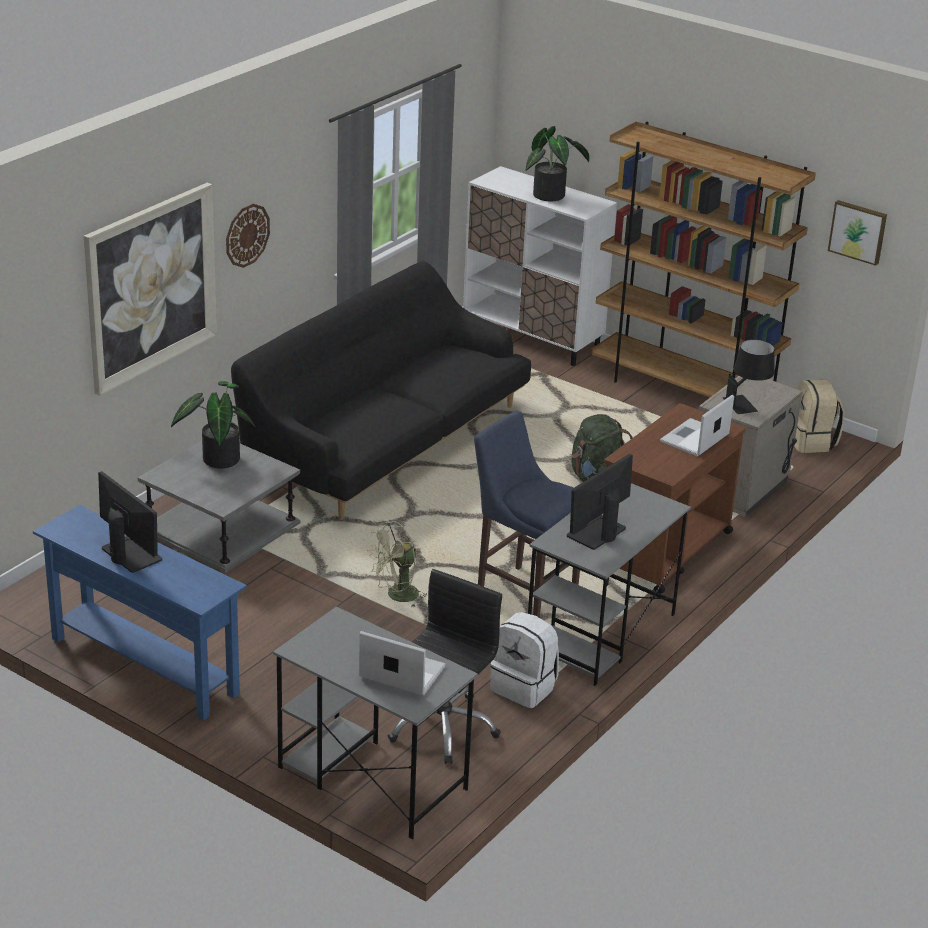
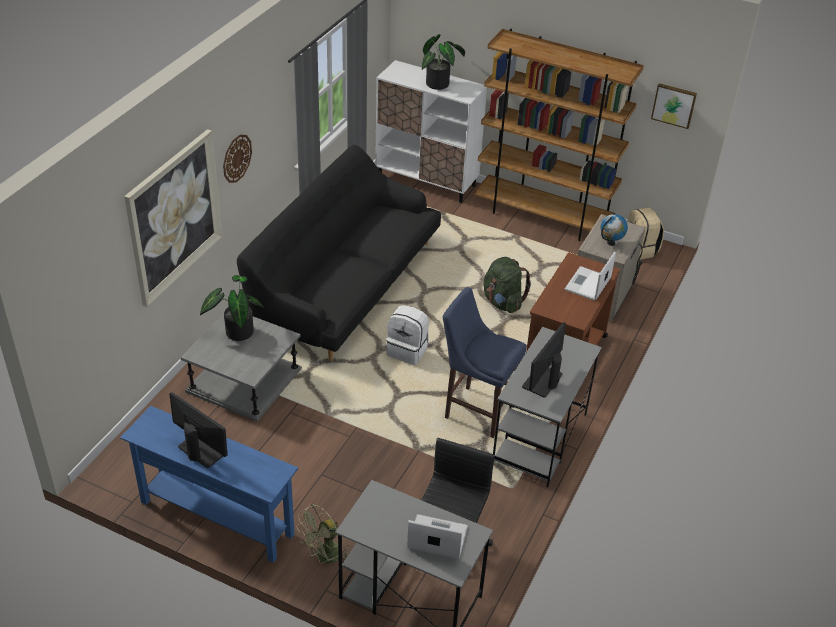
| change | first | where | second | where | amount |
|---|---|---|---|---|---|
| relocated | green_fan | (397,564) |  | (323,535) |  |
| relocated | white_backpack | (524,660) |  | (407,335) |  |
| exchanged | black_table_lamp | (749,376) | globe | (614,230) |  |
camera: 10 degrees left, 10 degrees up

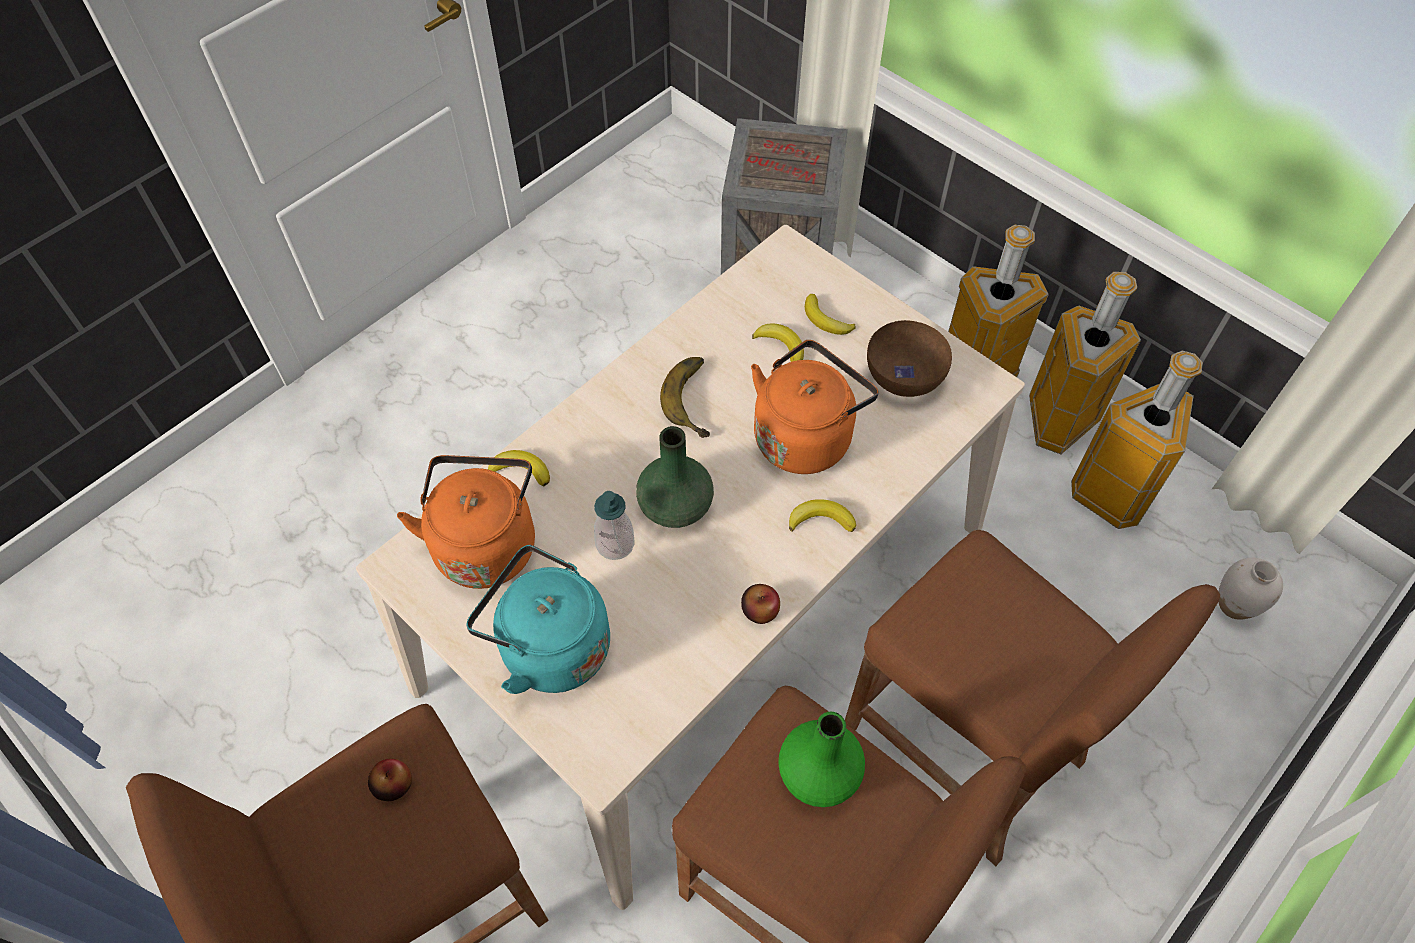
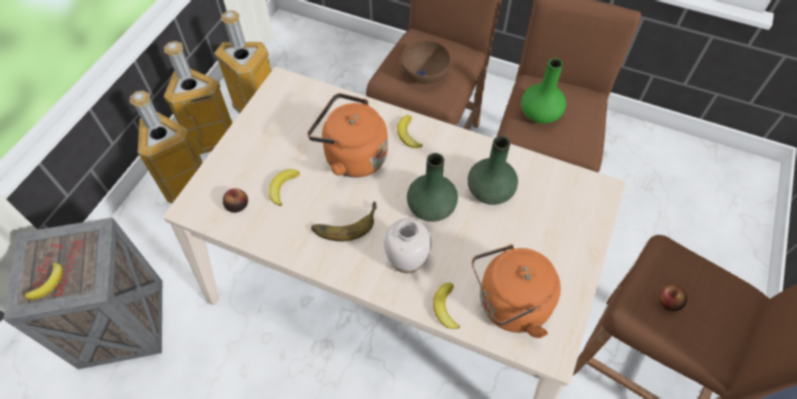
| change | first | where | second | where | amount |
|---|---|---|---|---|---|
| missing | turquoise_kettle | (538,619) |  |  |  |
| missing | soap_dispenser | (614,525) |  |  |  |
| relocated | apple | (760,604) |  | (235,200) |  |
| relocated | banana | (830,314) |  | (44,281) |  |
| relocated | brown_bowl | (909,358) |  | (425,62) |  |
| relocated | white_vase | (1251,589) |  | (407,245) |  |
| appeared |  |  | green_vase | (493,170) |  |
camera: 110 degrees left, 0 degrees up

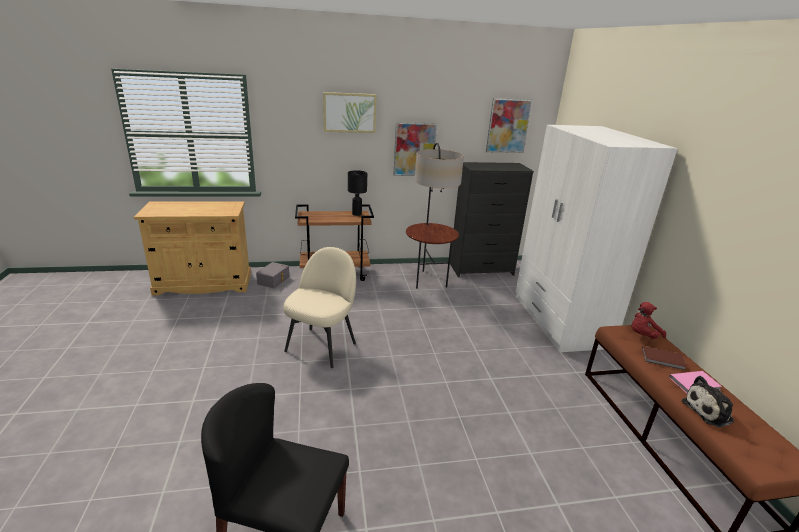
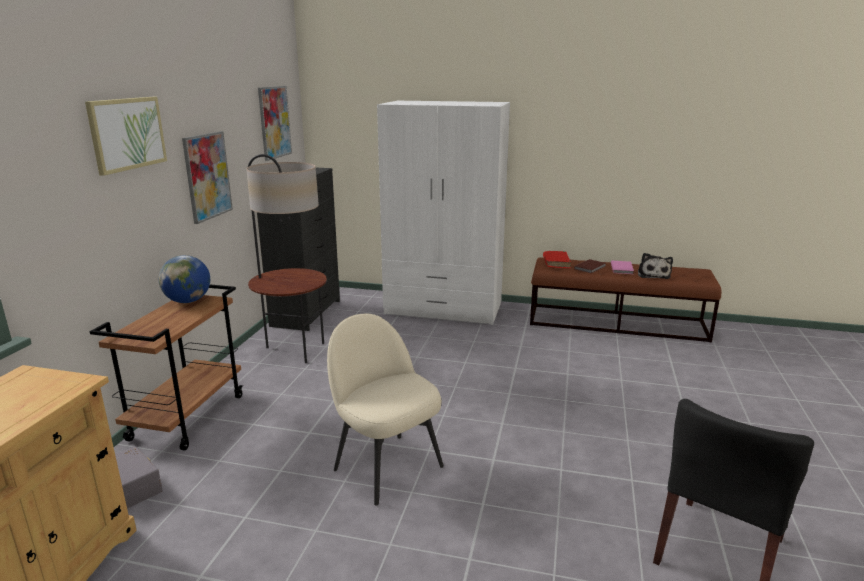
| change | first | where | second | where | amount |
|---|---|---|---|---|---|
| exchanged | black_table_lamp | (357,193) | globe | (184,279) |  |
| exchanged | red_plush_toy | (648,320) | red_book | (557,259) |  |
camera: 65 degrees left, 5 degrees down

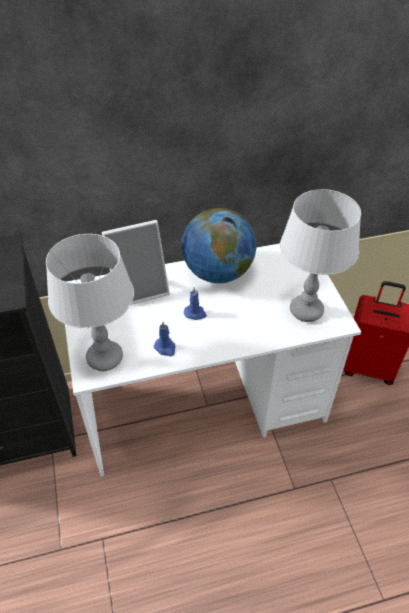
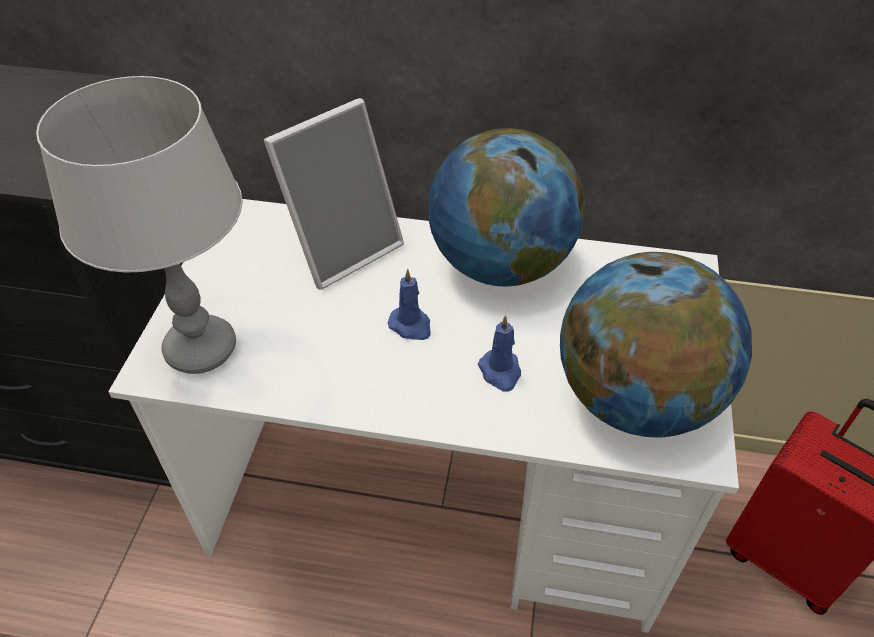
| change | first | where | second | where | amount |
|---|---|---|---|---|---|
| spun | picture_frame | (136,262) |  | (334,194) | 45 degrees counterclockwise |
| relocated | blue_candle | (165,339) |  | (499,353) |  |
| exchanged | grey_table_lamp | (320,255) | globe | (656,345) |  |
camera: 25 degrees right, 0 degrees up

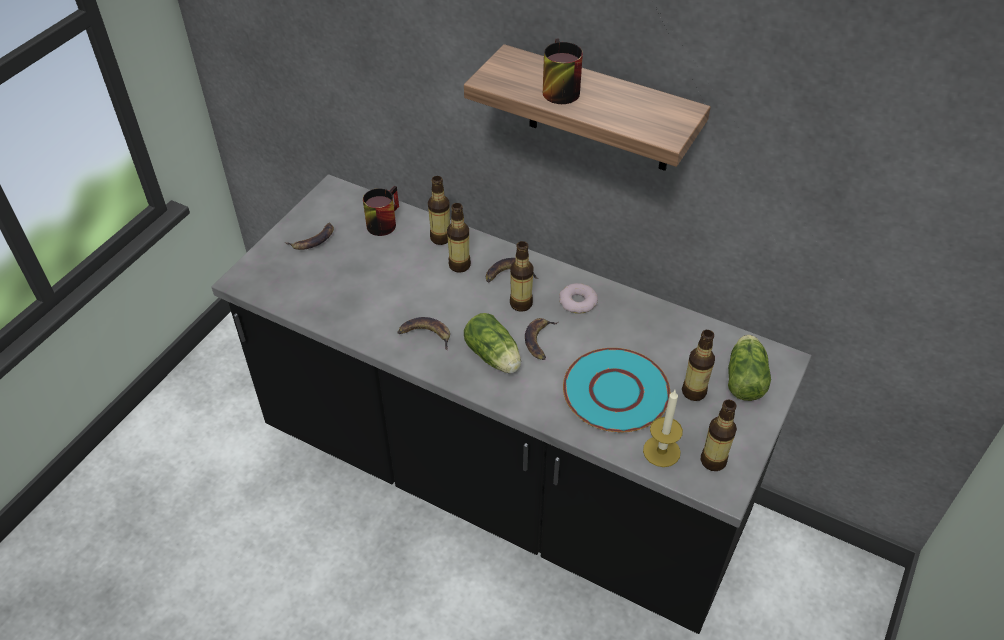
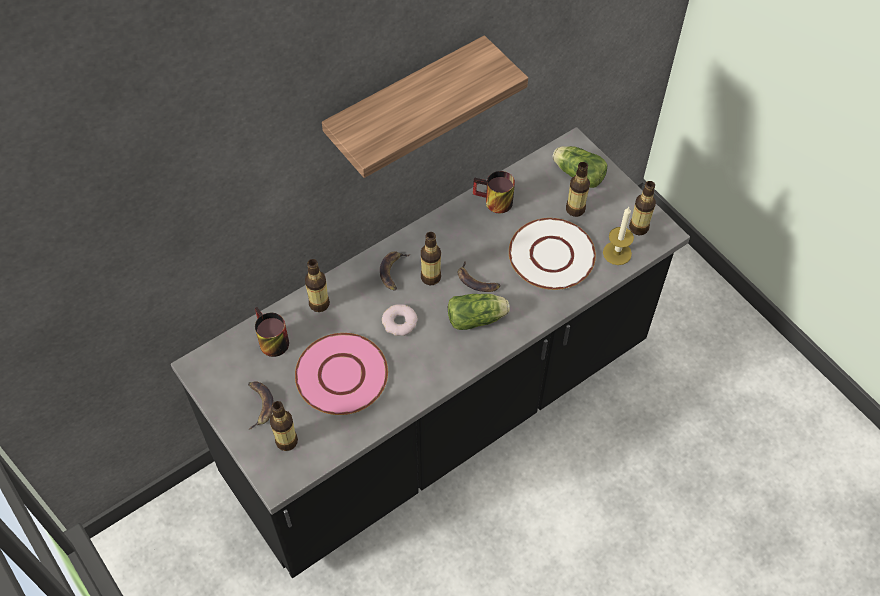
| change | first | where | second | where | amount |
|---|---|---|---|---|---|
| missing | banana | (424,333) |  |  |  |
| relocated | bottle | (459,238) |  | (284,426) |  |
| relocated | mug | (563,71) |  | (494,192) |  |
| relocated | donut | (578,298) |  | (399,320) |  |
| colour | turquoise_plate | (616,390) | white_plate | (552,254) |  |
| appeared |  |  | pink_plate | (341,374) |  |
camera: 65 degrees left, 10 degrees up

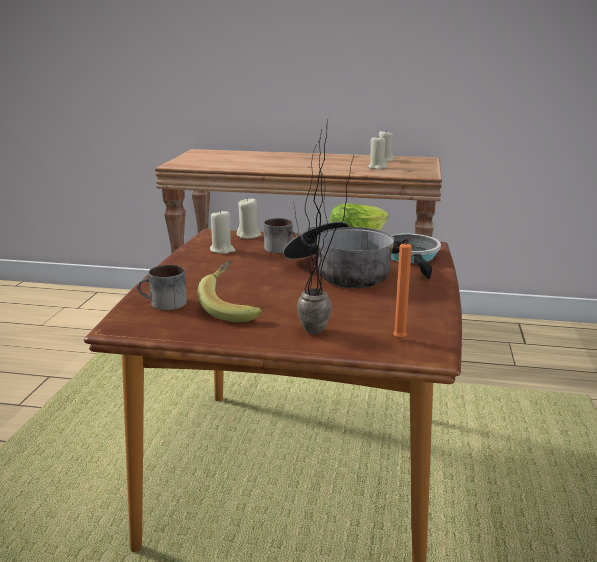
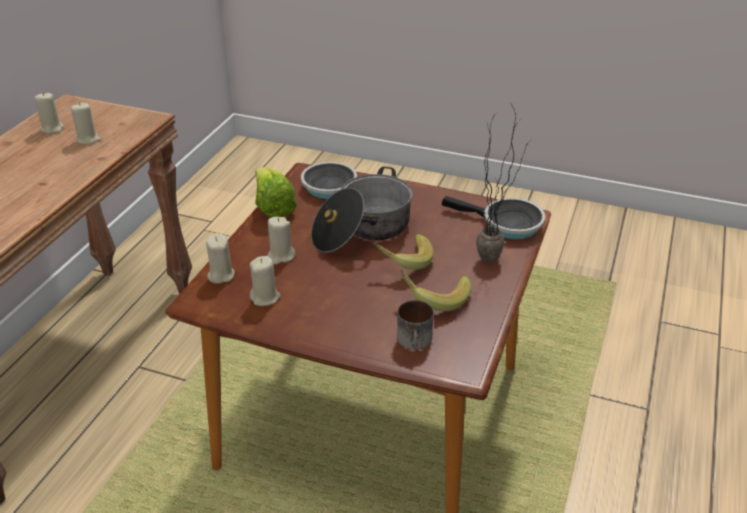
| change | first | where | second | where | amount |
|---|---|---|---|---|---|
| exchanged | mug | (280,235) | beige_candle | (281,240) |  |
| exchanged | orange_candle | (402,288) | frying_pan | (493,217) |  |
| appeared |  |  | banana | (403,252) |  |
camera: 80 degrees left, 15 degrees up

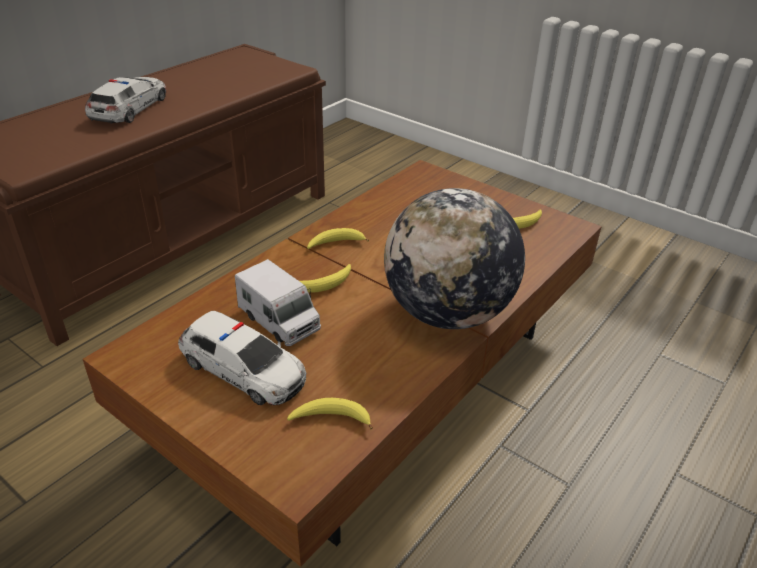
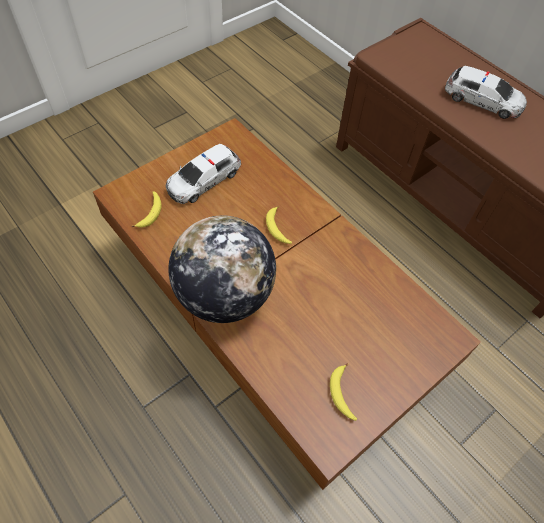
| change | first | where | second | where | amount |
|---|---|---|---|---|---|
| missing | toy_truck | (278,302) |  |  |  |
| missing | banana | (338,238) |  |  |  |
camera: 100 degrees right, 20 degrees up

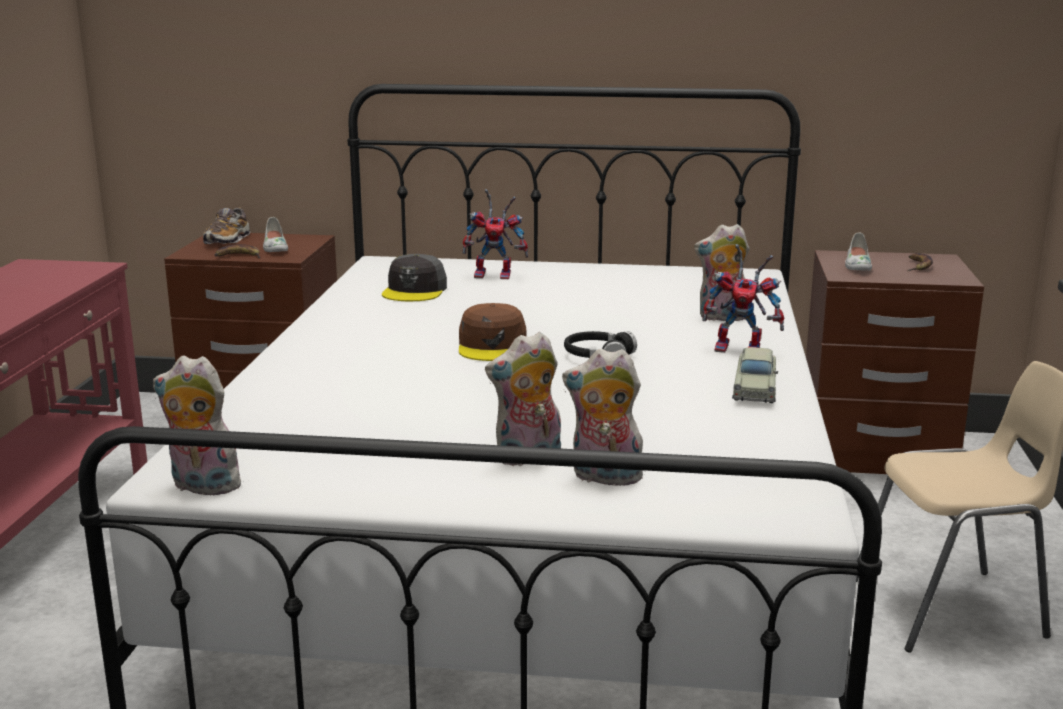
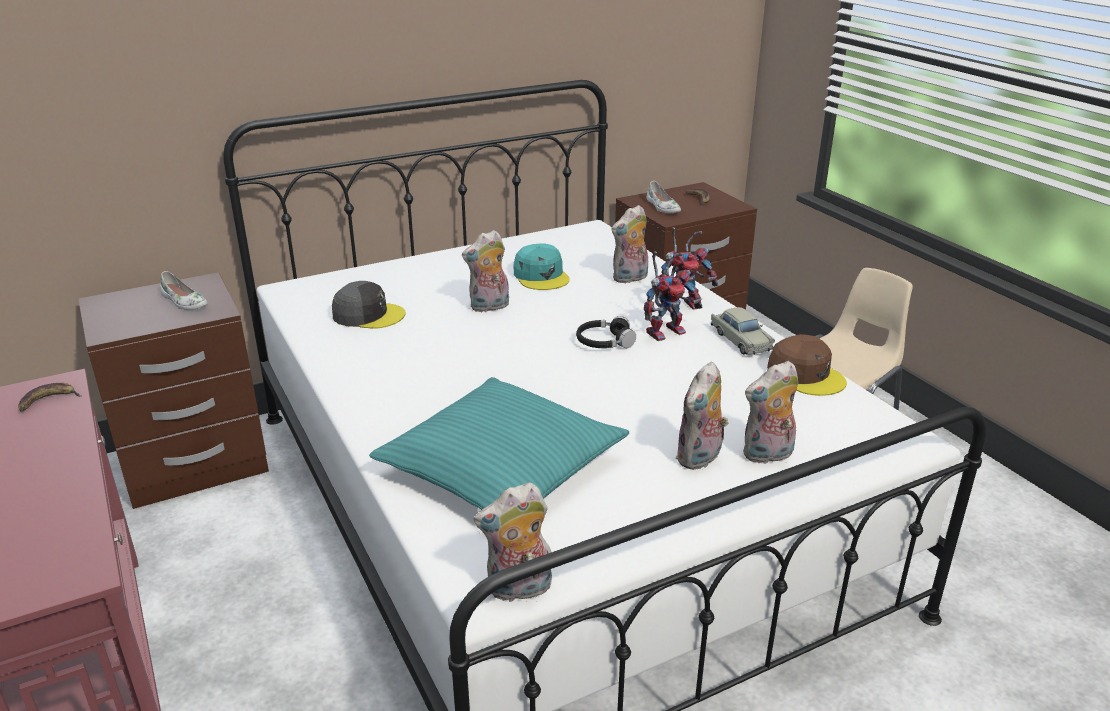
| change | first | where | second | where | amount |
|---|---|---|---|---|---|
| missing | shoe | (226,225) |  |  |  |
| relocated | banana | (237,251) |  | (50,397) |  |
| spun | grey_cap | (414,277) |  | (369,305) | 60 degrees counterclockwise |
| relocated | brown_cap | (492,332) |  | (807,365) |  |
| relocated | toy_robot | (495,234) |  | (673,296) |  |
| appeared |  |  | turquoise_pillow | (499,443) |  |
| appeared |  |  | plush_toy | (485,271) |  |
| appeared |  |  | turquoise_cap | (542,266) |  |
camera: 35 degrees left, 10 degrees up

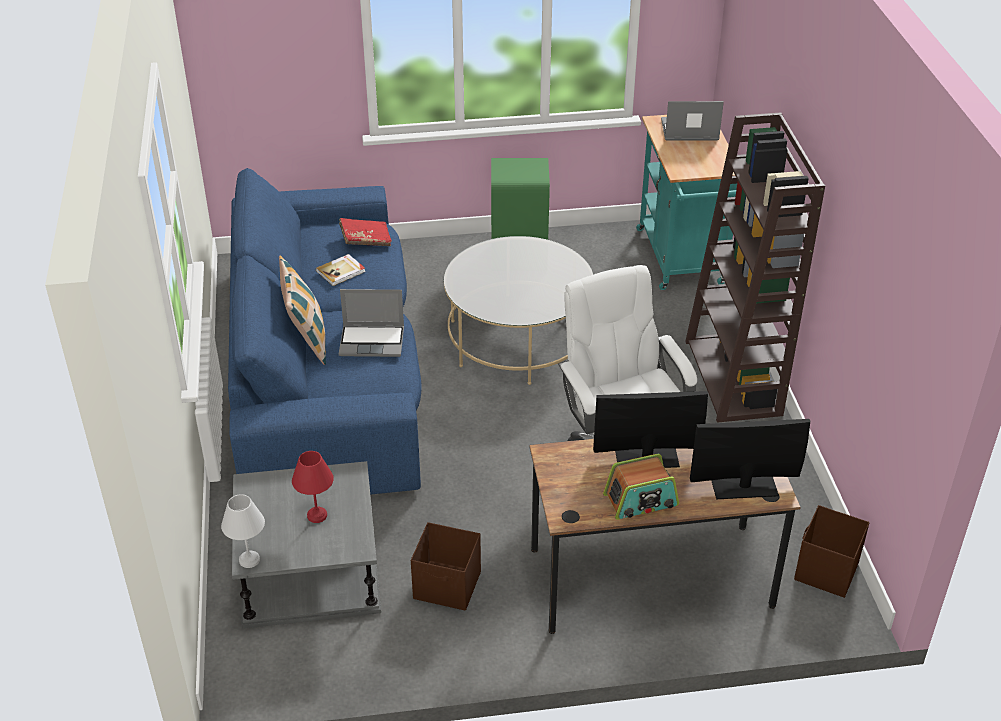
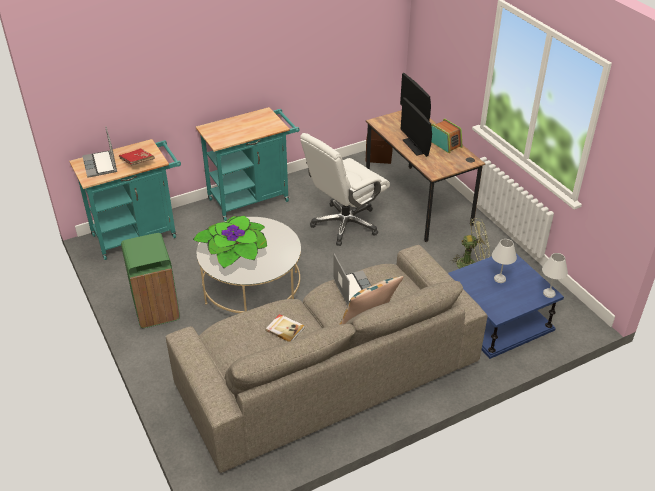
| change | first | where | second | where | amount |
|---|---|---|---|---|---|
| colour | blue_sofa | (324,331) | beige_sofa | (327,359) |  |
| colour | grey_side_table | (306,545) | blue_side_table | (506,306) |  |
| colour | red_table_lamp | (313,487) | white_table_lamp | (504,261) |  |
| relocated | red_book | (365,232) |  | (137,157) |  |
| exchanged | brown_storage_box | (446,566) | green_fan | (470,243) |  |
| exchanged | brown_bookcase | (755,267) | turquoise_cart | (248,164) |  |
| appeared |  |  | potted_plant | (230,242) |  |
camera: 110 degrees left, 0 degrees up

